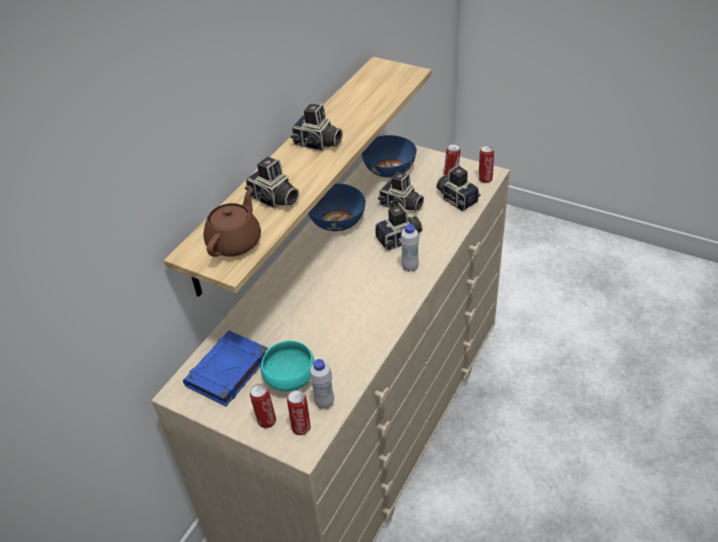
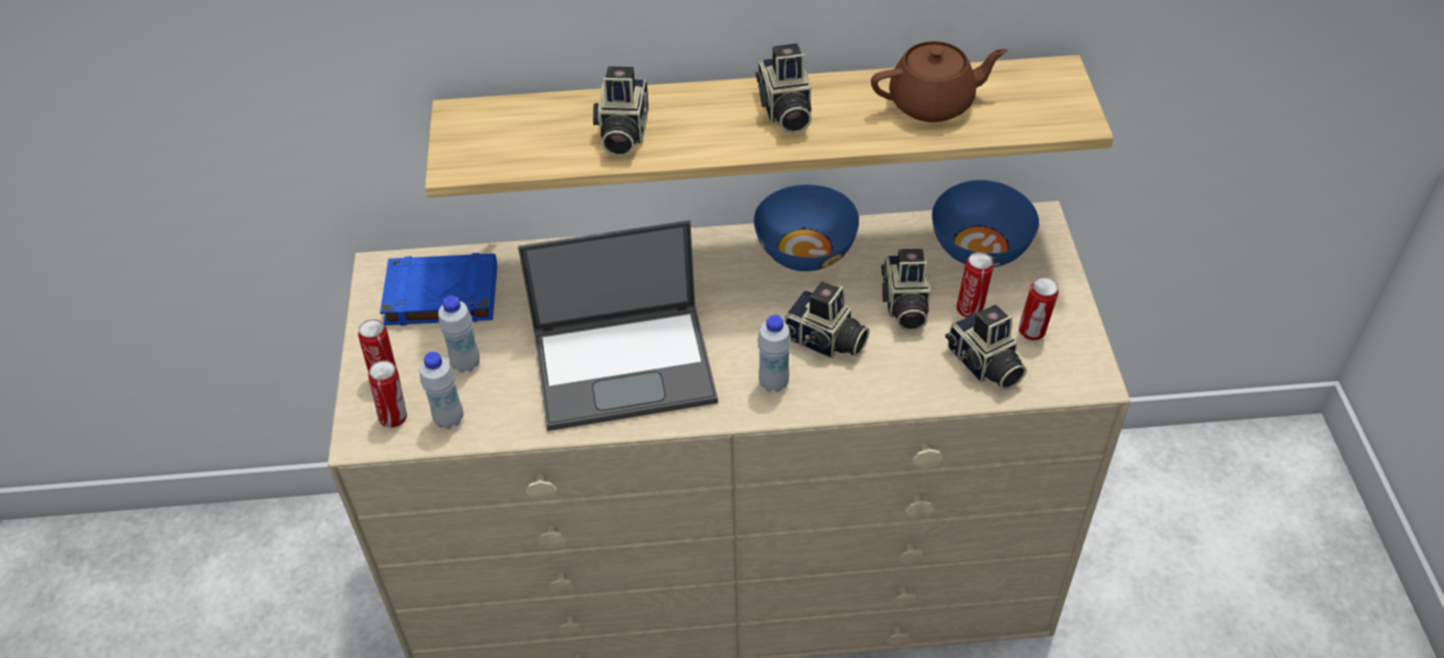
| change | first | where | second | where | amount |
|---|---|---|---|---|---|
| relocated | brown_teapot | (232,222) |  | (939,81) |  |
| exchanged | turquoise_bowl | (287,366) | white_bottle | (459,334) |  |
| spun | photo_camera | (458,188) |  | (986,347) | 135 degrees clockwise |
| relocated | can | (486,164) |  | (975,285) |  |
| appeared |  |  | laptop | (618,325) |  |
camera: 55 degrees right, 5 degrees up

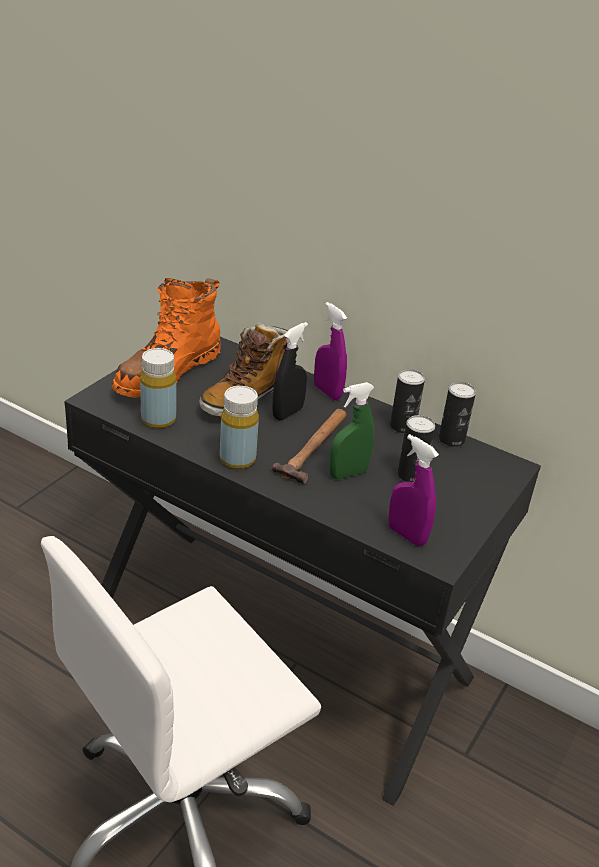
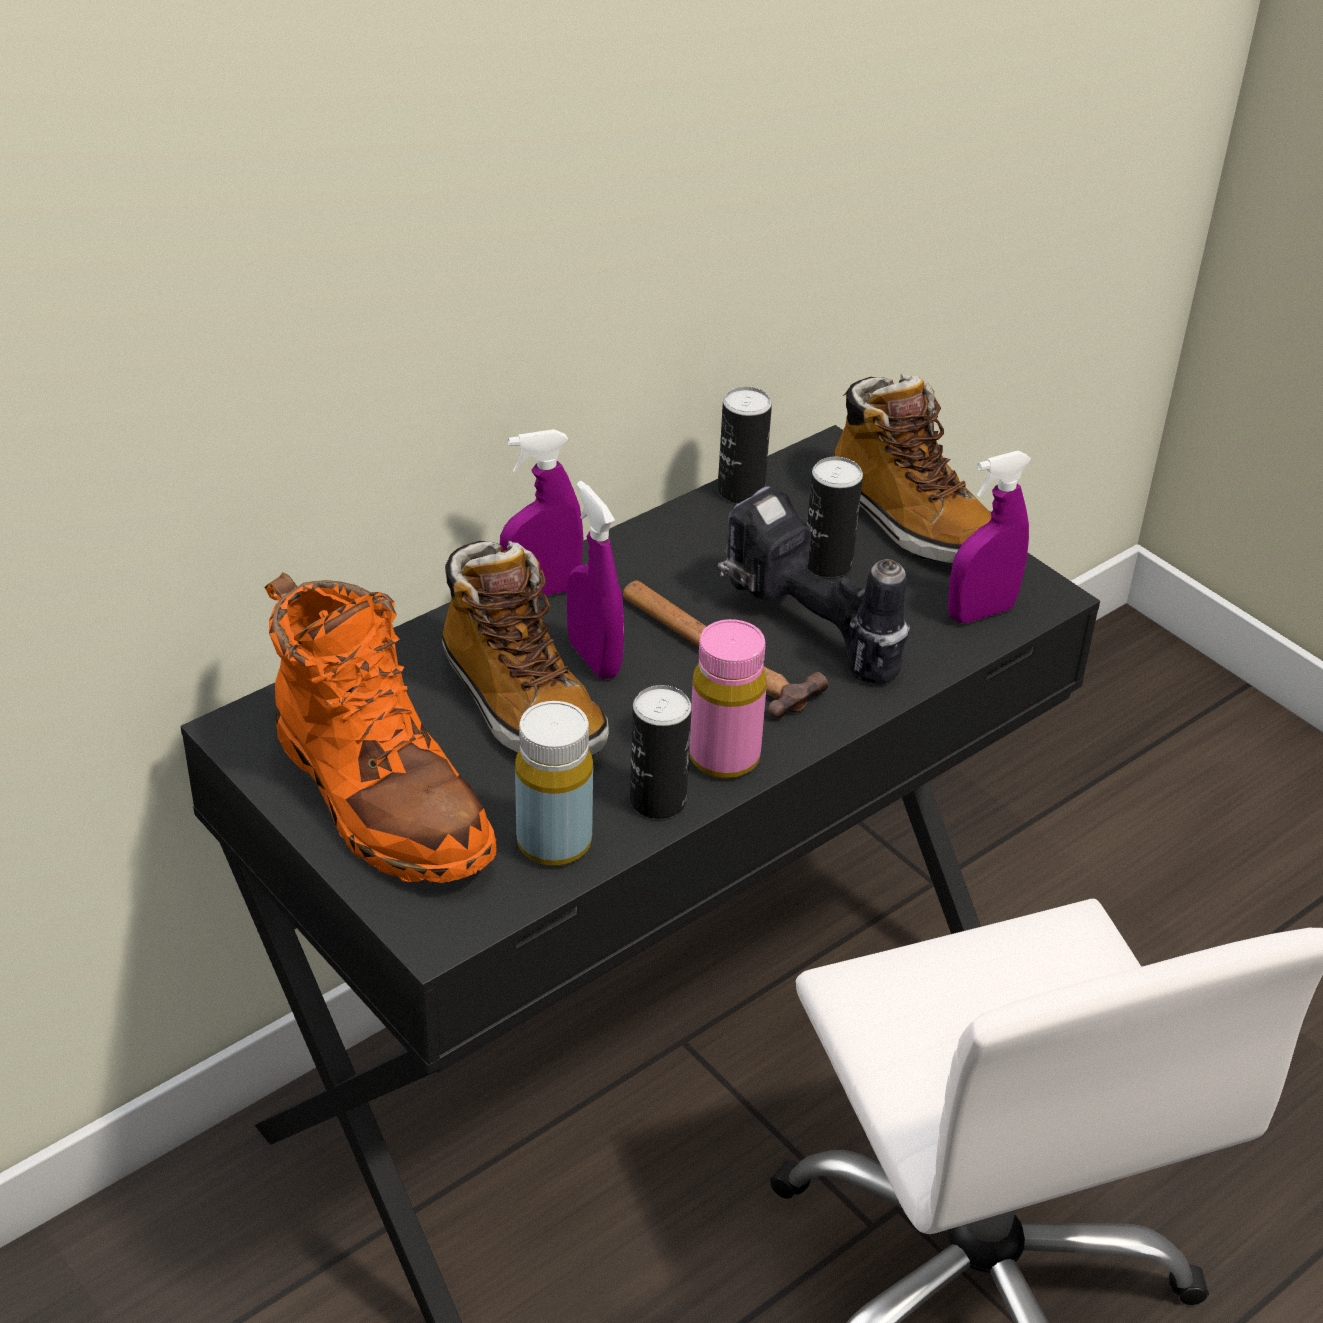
| change | first | where | second | where | amount |
|---|---|---|---|---|---|
| colour | yellow_bottle | (239,427) | pink_bottle | (728,699) |  |
| colour | black_spray_bottle | (290,371) | purple_spray_bottle | (595,580) |  |
| exchanged | green_spray_bottle | (351,430) | power_drill | (814,585) |  |
| relocated | can | (407,401) |  | (661,752) |  |
| appeared |  |  | boot | (912,468) |  |
camera: 70 degrees left, 5 degrees up

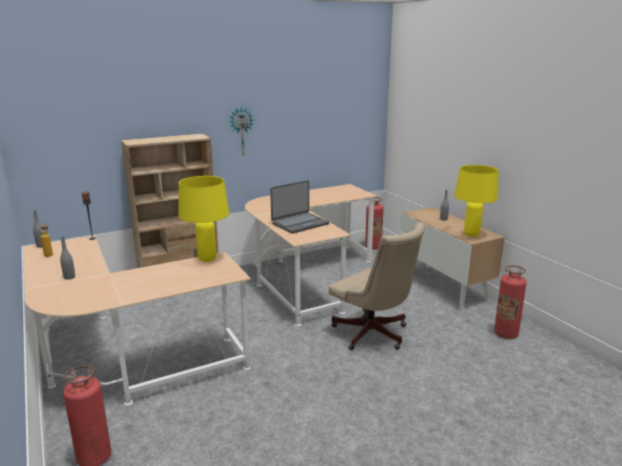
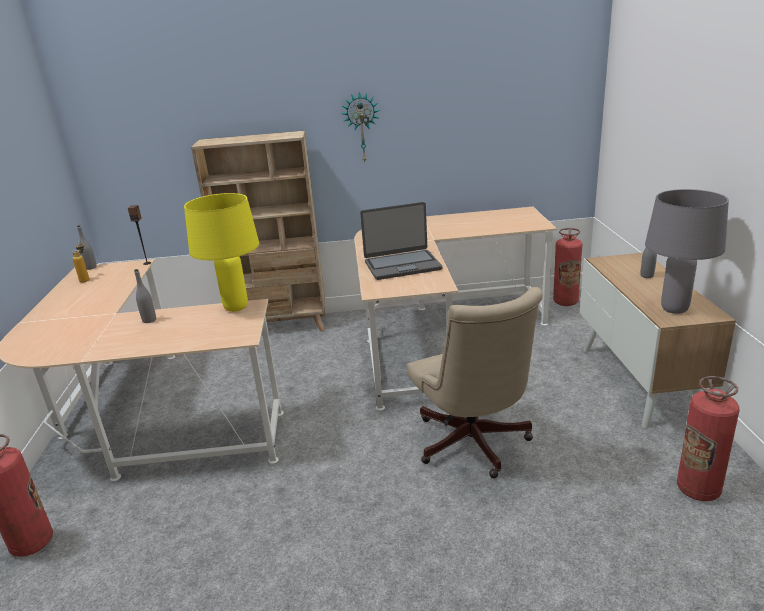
| change | first | where | second | where | amount |
|---|---|---|---|---|---|
| relocated | grey_bottle | (67,258) |  | (145,296) |  |
| colour | yellow_table_lamp | (476,201) | grey_table_lamp | (687,251) |  |
camera: 25 degrees right, 5 degrees up

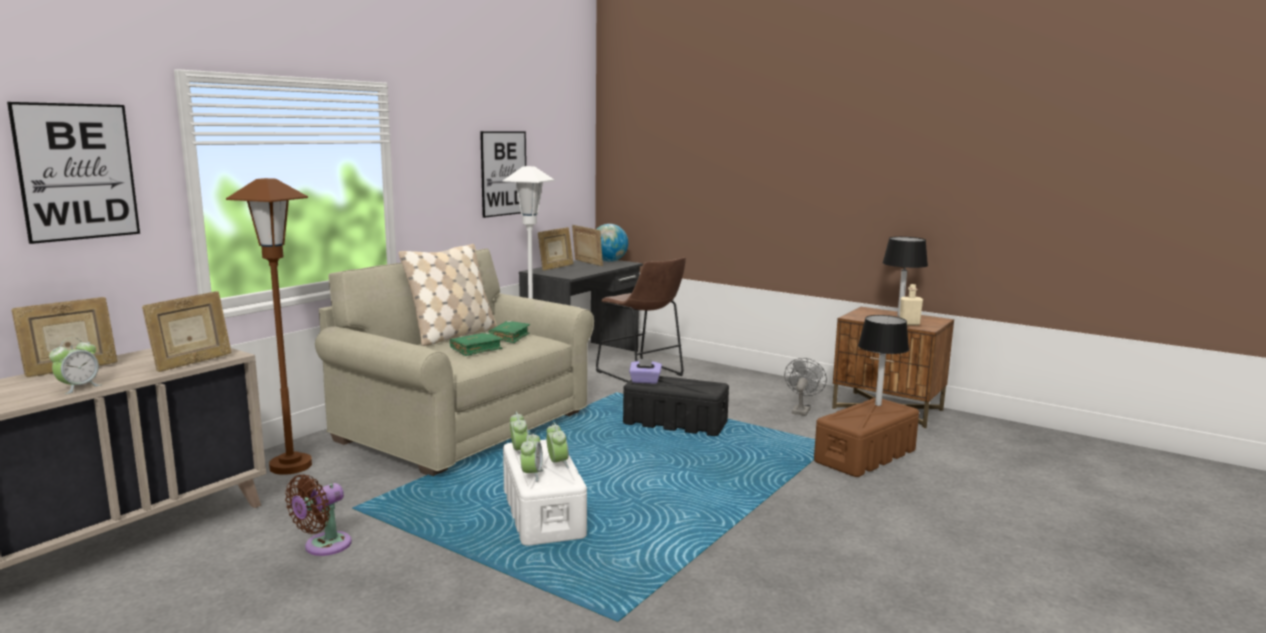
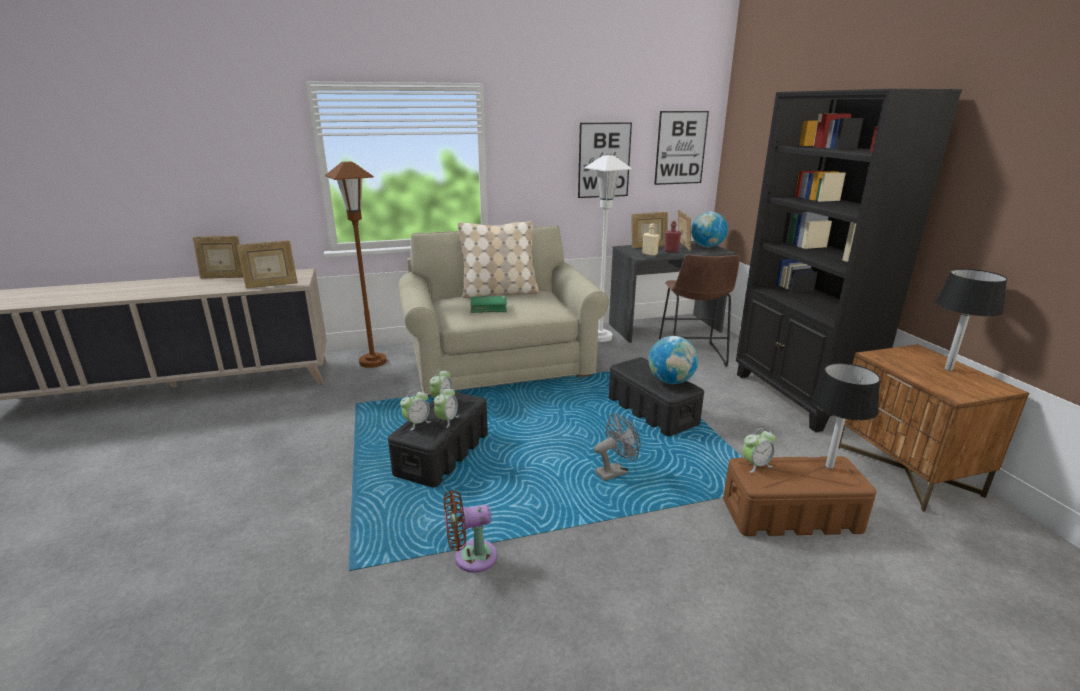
| change | first | where | second | where | amount |
|---|---|---|---|---|---|
| relocated | picture | (73,173) |  | (681,148) |  |
| relocated | alarm_clock | (75,366) |  | (759,450) |  |
| relocated | brown_fan | (318,515) |  | (470,531) |  |
| missing | green_book | (509,332) |  |  |  |
| colour | white_storage_box | (545,493) | black_storage_box | (438,439) |  |
| missing | purple_tissue_box | (645,371) |  |  |  |
| relocated | grey_fan | (805,387) |  | (617,447) |  |
| relocated | beige_bottle | (911,304) |  | (651,239) |  |
| appeared |  |  | globe | (673,360) |  |
| appeared |  |  | red_bottle | (672,236) |  |
| appeared |  |  | black_bookcase | (849,260) |  |
camera: 40 degrees right, 10 degrees up

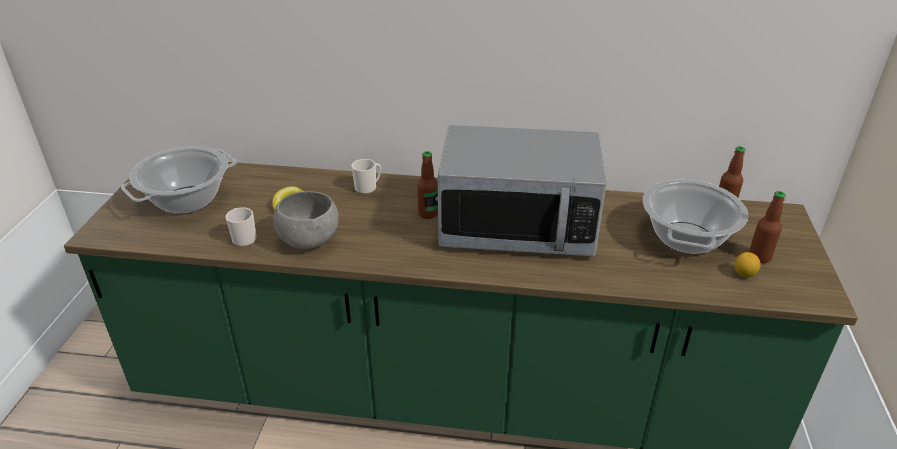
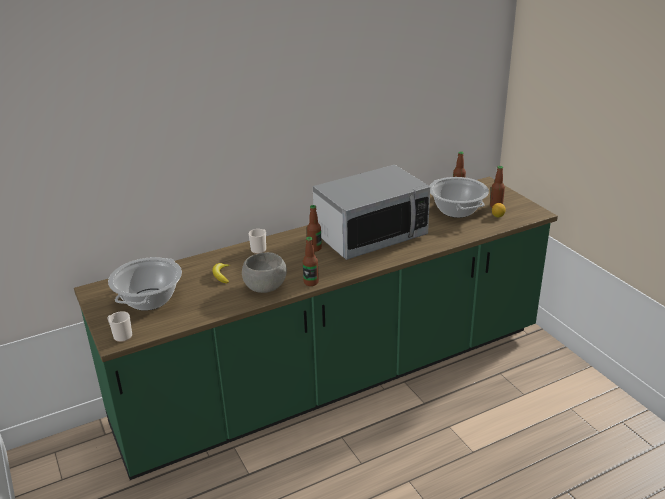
| change | first | where | second | where | amount |
|---|---|---|---|---|---|
| relocated | mug | (241,227) |  | (119,326) |  |
| appeared |  |  | bottle | (311,261) |  |
camera: 35 degrees left, 5 degrees down

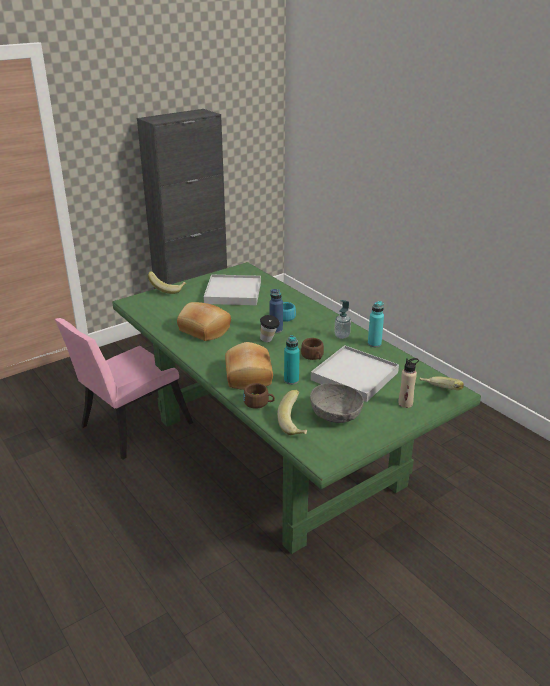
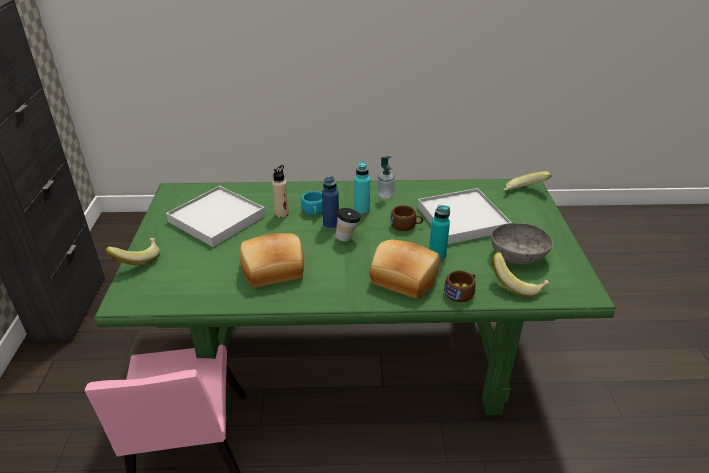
| change | first | where | second | where | amount |
|---|---|---|---|---|---|
| relocated | turquoise_bottle | (376,324) |  | (362,188) |  |
| relocated | beige_bottle | (408,383) |  | (280,191) |  |
camera: 55 degrees left, 5 degrees up

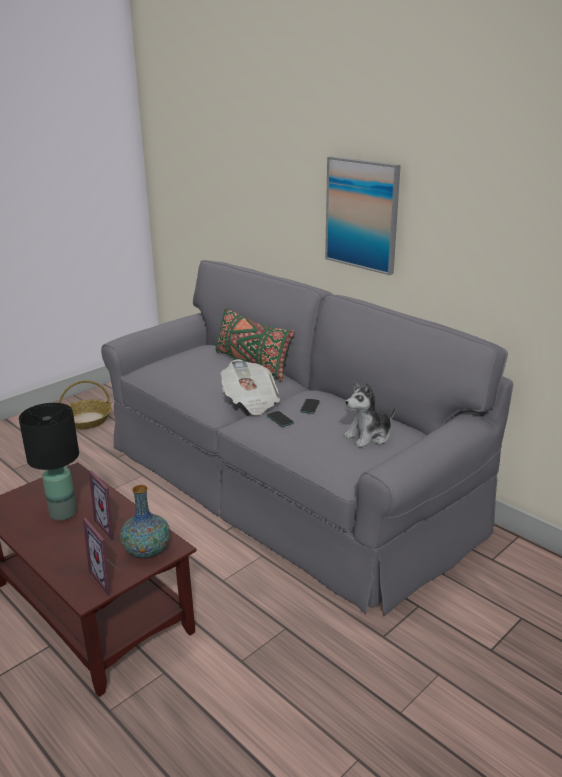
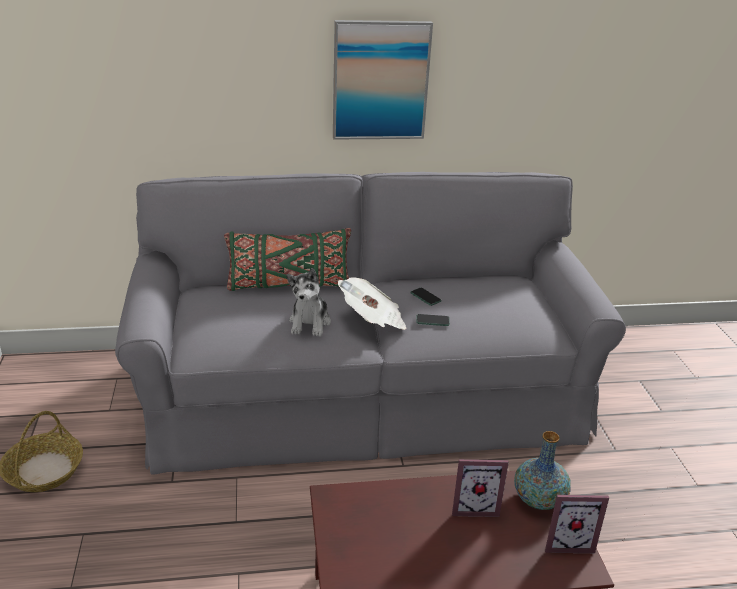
| change | first | where | second | where | amount |
|---|---|---|---|---|---|
| missing | black_table_lamp | (49,462) |  |  |  |
| relocated | plush_toy | (369,415) |  | (309,302) |  |
camera: 55 degrees left, 5 degrees up

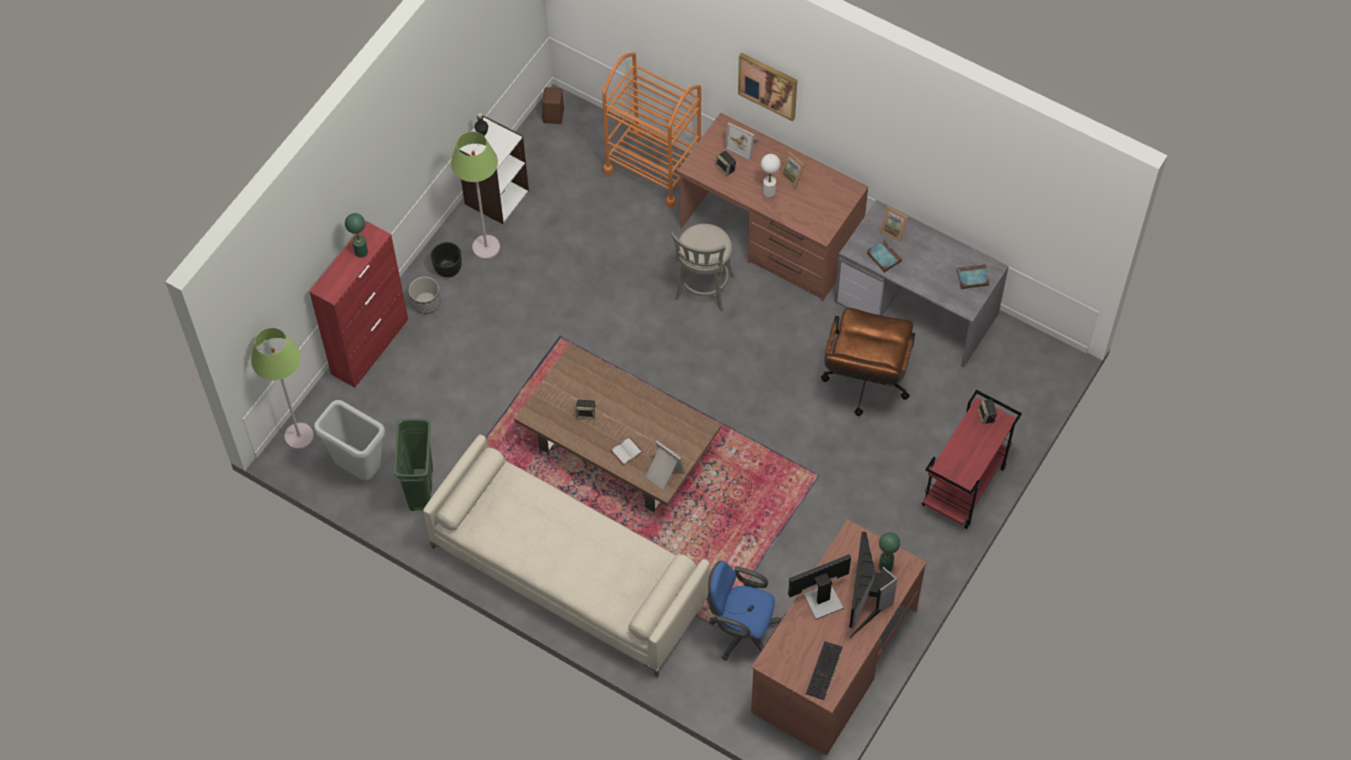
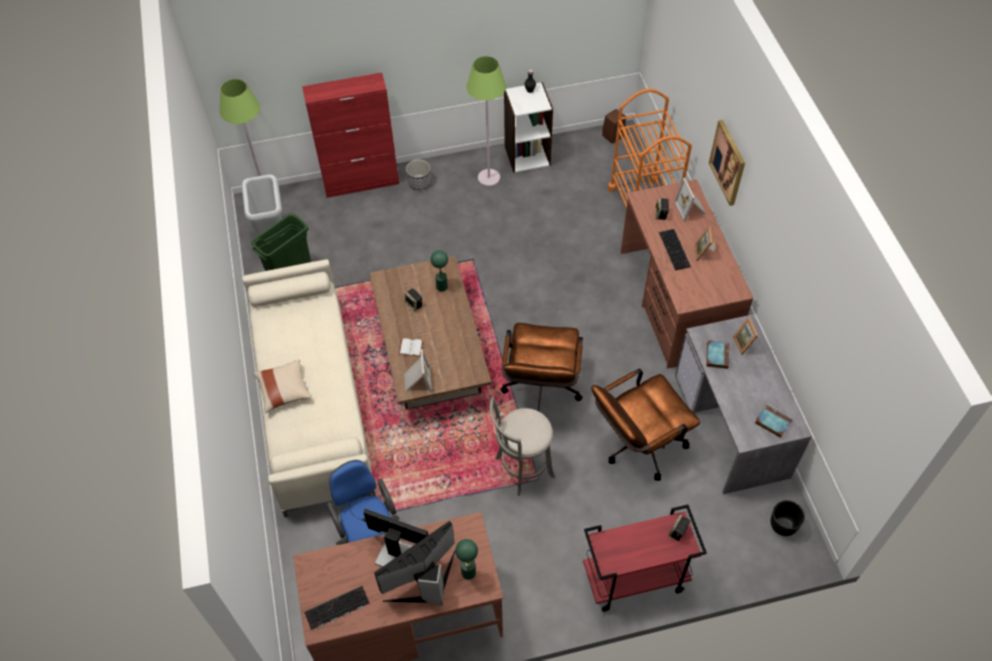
| change | first | where | second | where | amount |
|---|---|---|---|---|---|
| relocated | green_table_lamp | (356,235) |  | (439,271) |  |
| relocated | black_planter | (446,260) |  | (788,518) |  |
| relocated | grey_stool | (702,267) |  | (522,446) |  |
| exchanged | white_table_lamp | (770,176) | keyboard | (675,249) |  |
| appeared |  |  | beige_pillow | (282,386) |  |
| appeared |  |  | brown_office_chair | (542,367) |  |
camera: 45 degrees right, 5 degrees down

